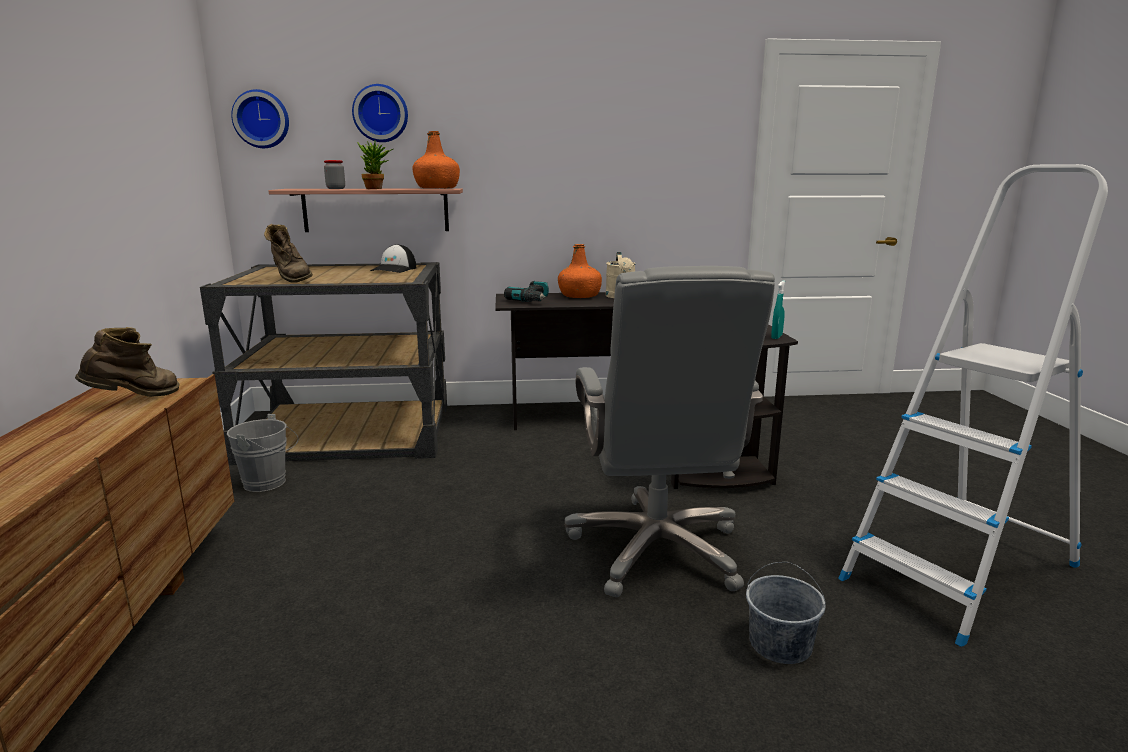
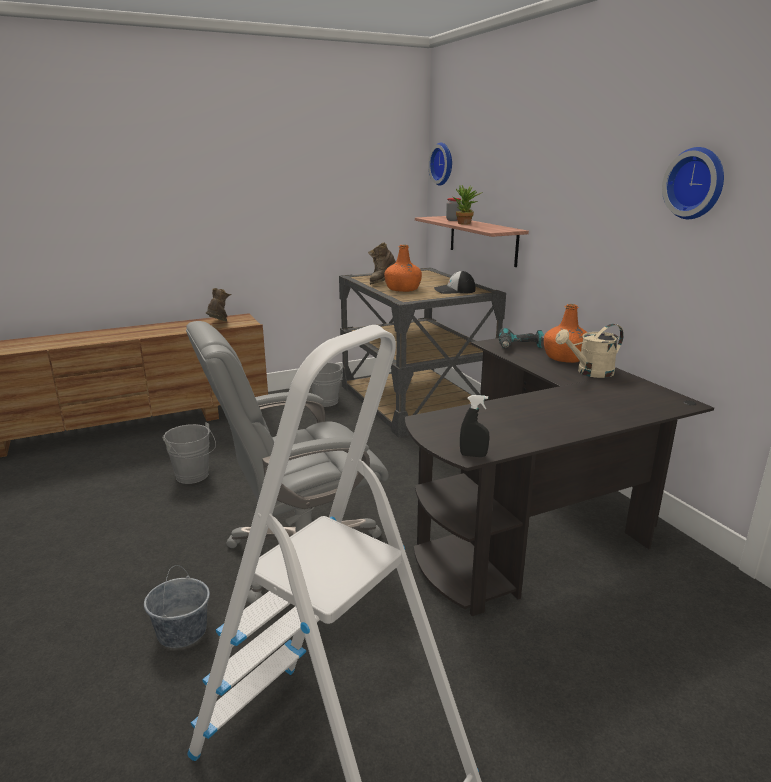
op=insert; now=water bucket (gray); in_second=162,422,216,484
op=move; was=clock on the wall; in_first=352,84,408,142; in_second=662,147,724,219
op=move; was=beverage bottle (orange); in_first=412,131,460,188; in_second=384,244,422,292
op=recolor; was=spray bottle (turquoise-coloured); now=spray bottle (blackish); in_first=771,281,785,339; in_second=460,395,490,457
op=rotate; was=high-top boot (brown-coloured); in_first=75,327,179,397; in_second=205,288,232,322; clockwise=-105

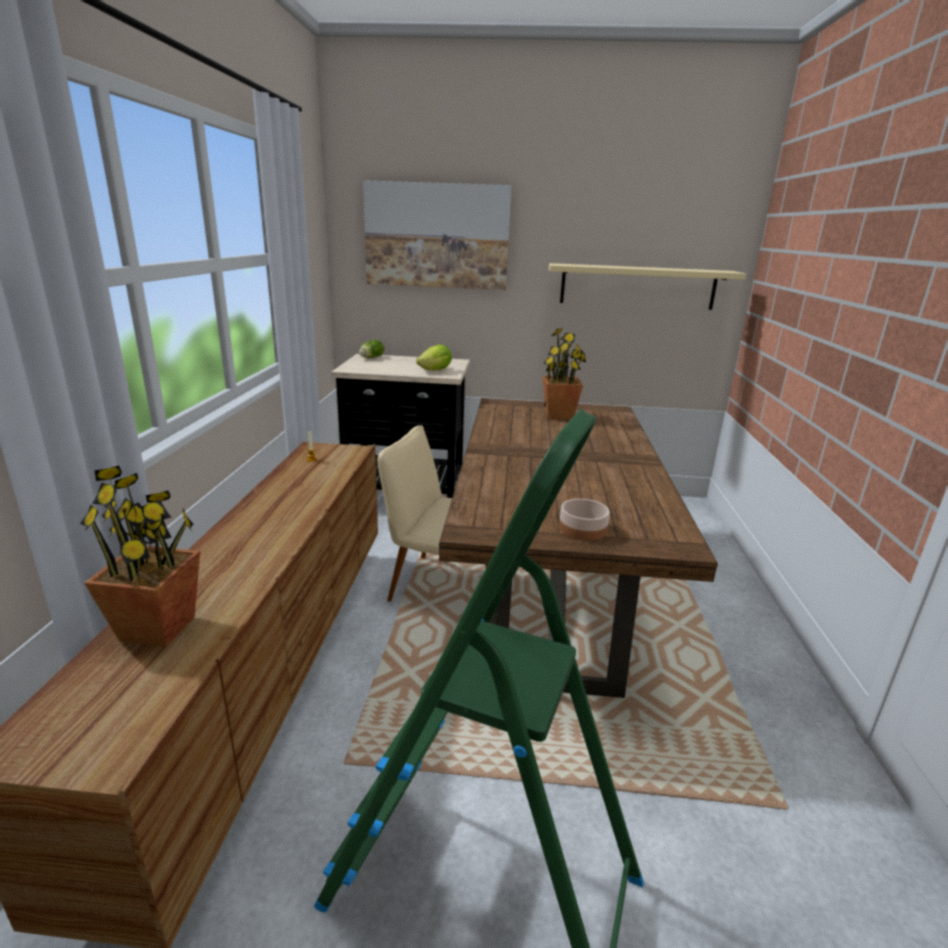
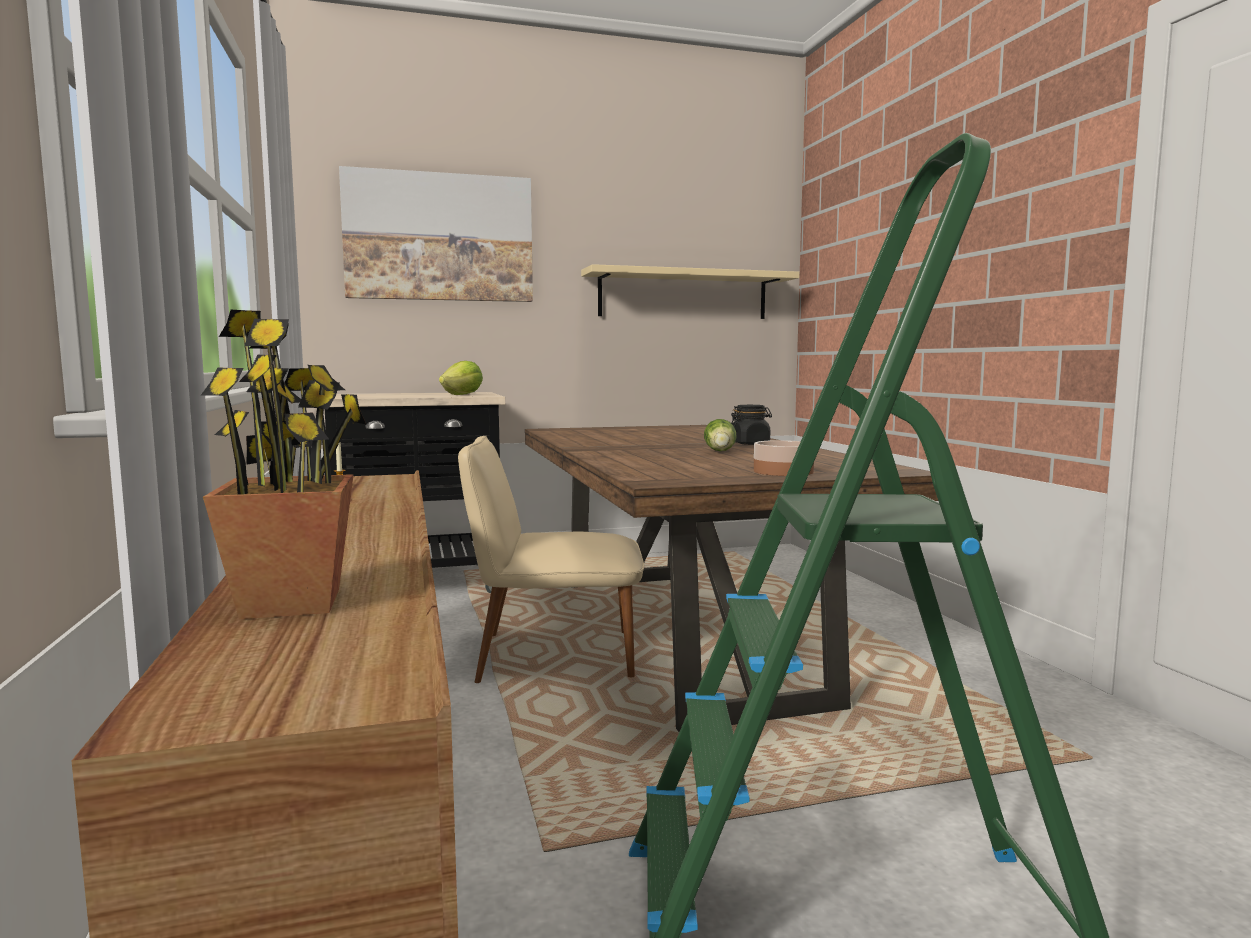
op=delete; was=potted plant; in_first=542,328,586,419
op=insert; now=storage jar (blackish); in_second=731,405,772,445
op=move; was=head of lettuce; in_first=359,340,384,358; in_second=704,419,737,451

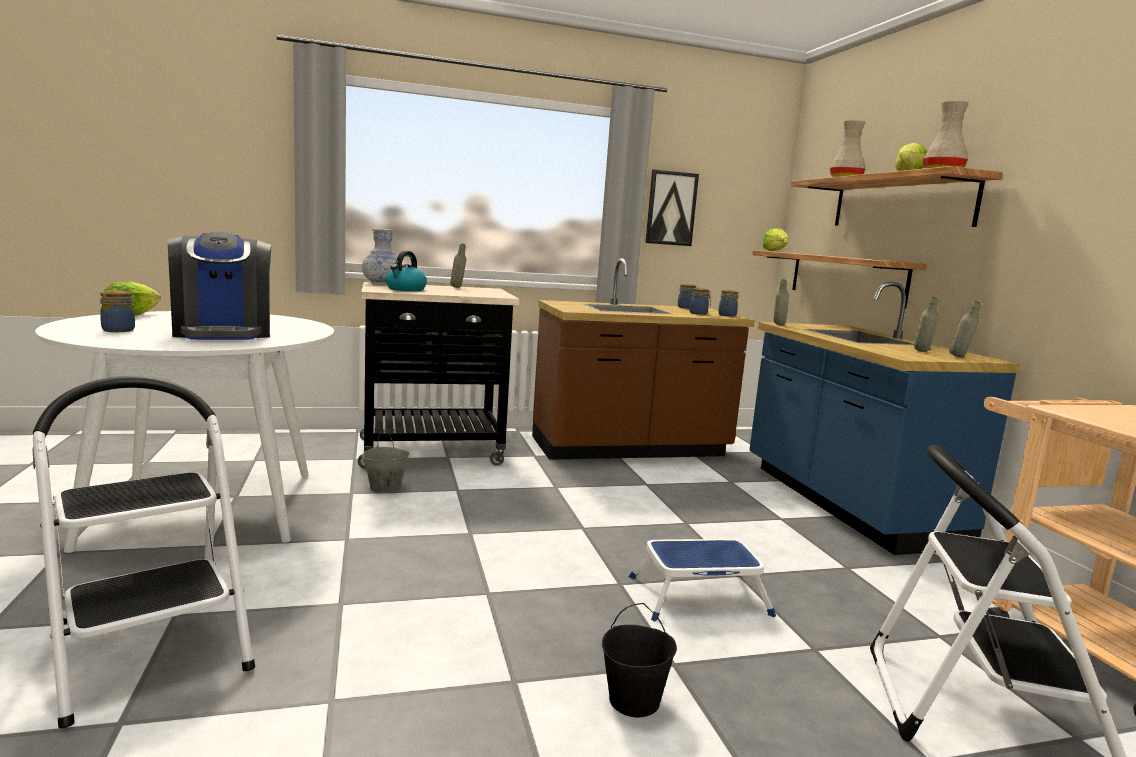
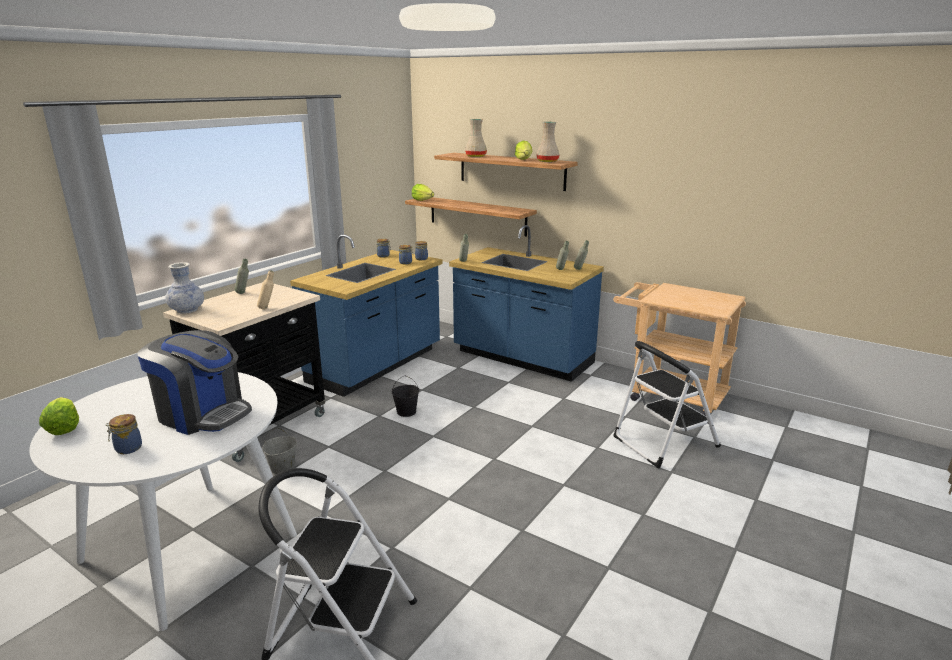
op=delete; was=tea kettle; in_first=386,251,427,291
op=delete; was=step stool (blue-coloured); in_first=628,539,776,621
op=delete; was=picture; in_first=645,170,699,246
op=insert; now=beverage bottle (sand-coloured); in_second=257,270,274,309
op=move; was=water bucket (blackish); in_first=602,603,677,718; in_second=392,376,419,417
op=recolor; was=kitchen base unit (brown-coloured); now=kitchen base unit (blue-coloured); in_first=532,258,755,460; in_second=290,234,442,397

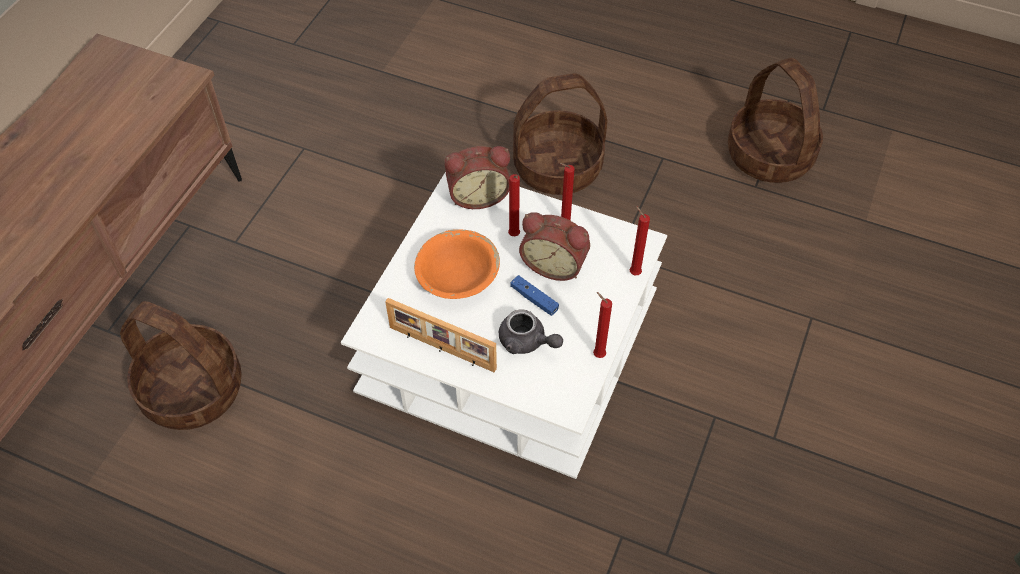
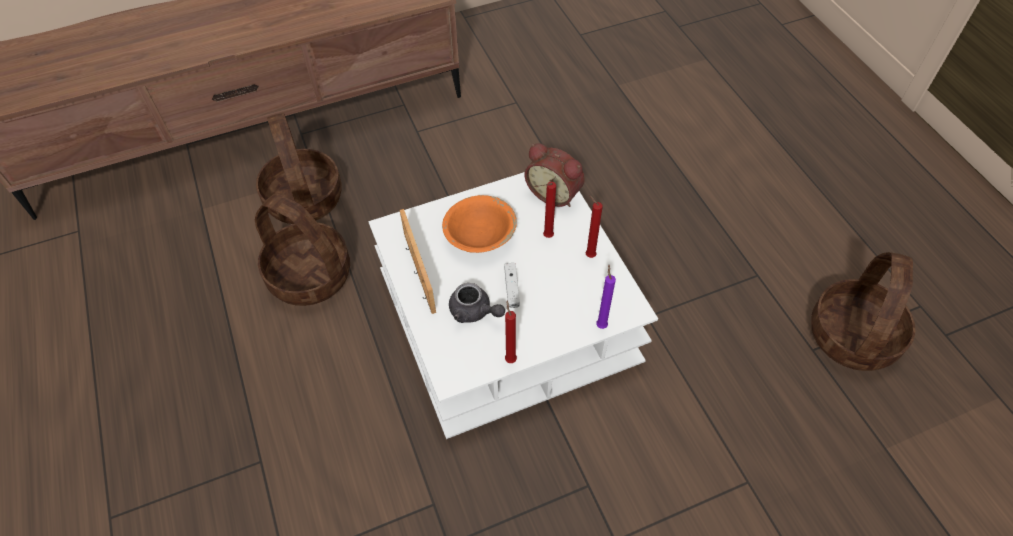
op=delete; was=bedside clock; in_first=519,212,590,281
op=move; was=basket; in_first=513,73,608,195; in_second=255,193,350,306
op=recolor; was=joypad (blue-coloured); now=joypad (white-coloured); in_first=510,275,559,316; in_second=504,263,520,308
op=recolor; was=candle (red-coloured); now=candle (purplish); in_first=630,206,650,275; in_second=596,265,616,329
op=rotate; was=tea pot (gray); in_first=499,309,563,354; in_second=449,283,505,323; clockwise=-45

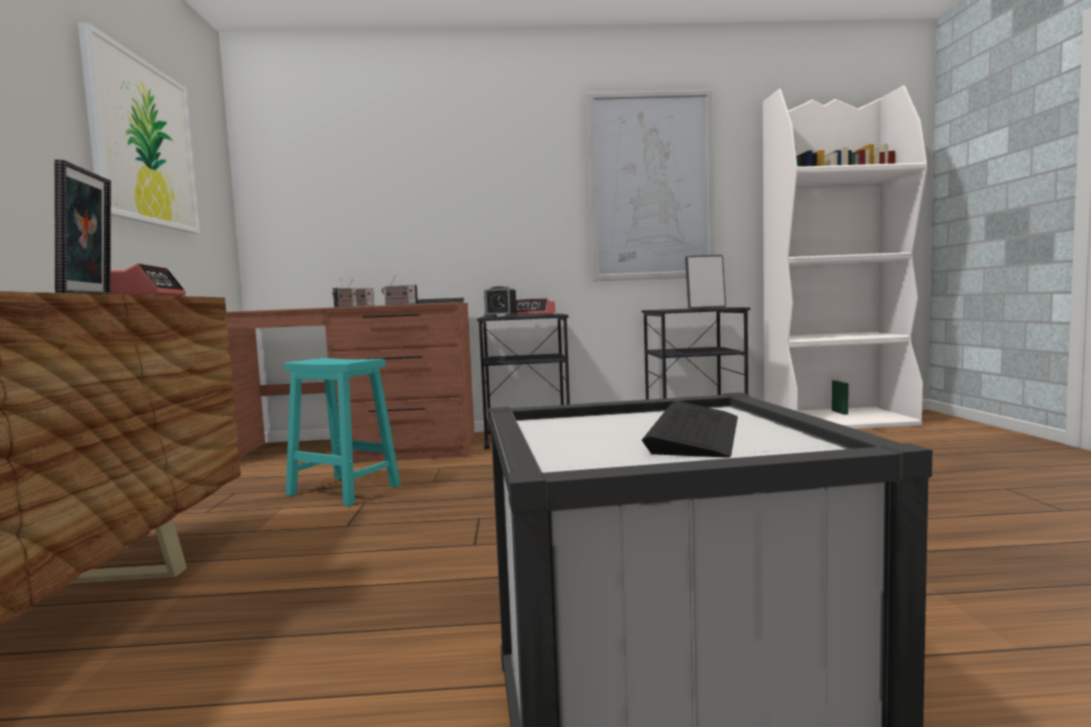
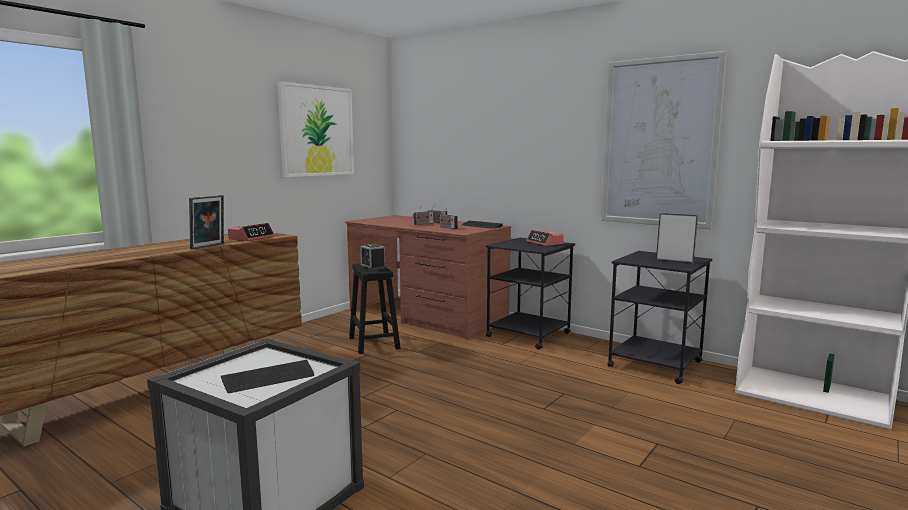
op=move; was=bedside clock; in_first=484,286,518,317; in_second=360,244,386,270
op=recolor; was=stool (turquoise-coloured); now=stool (blackish); in_first=284,358,401,506; in_second=349,264,401,354

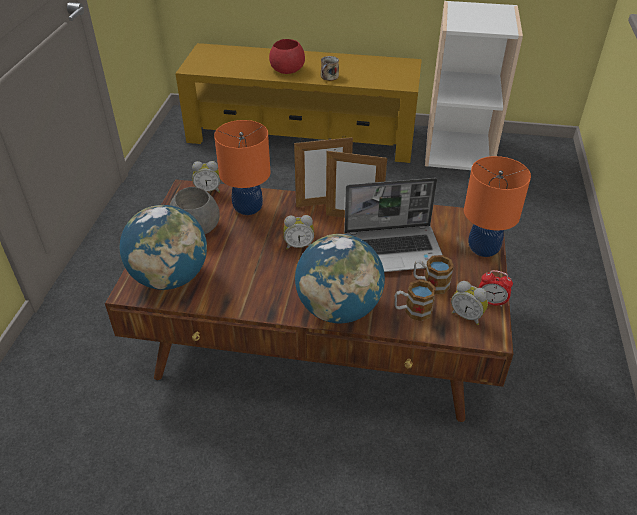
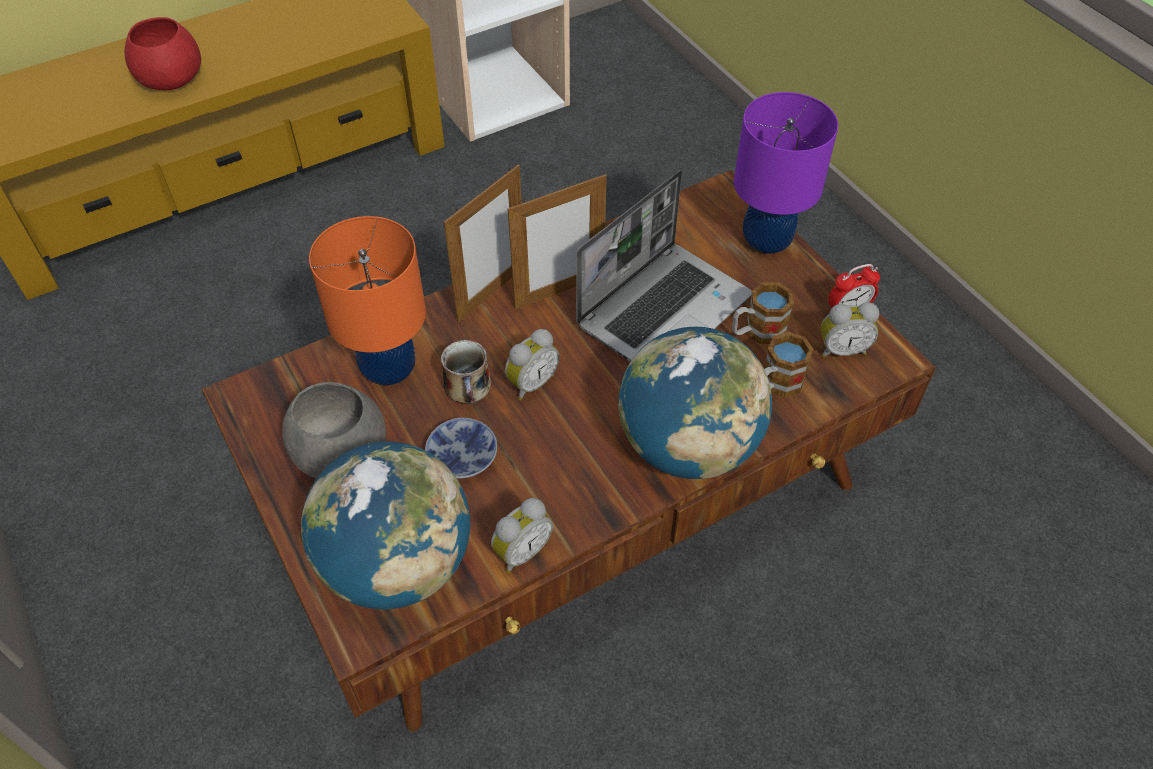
op=insert; now=serving bowl; in_second=425,418,497,479
op=move; was=bedside clock; in_first=192,161,220,193; in_second=491,498,553,573
op=move; was=coffee mug; in_first=320,56,339,81; in_second=441,340,491,404
op=recolor; was=lamp for a table (orange); now=lamp for a table (purplish); in_first=464,156,531,257; in_second=734,92,838,254

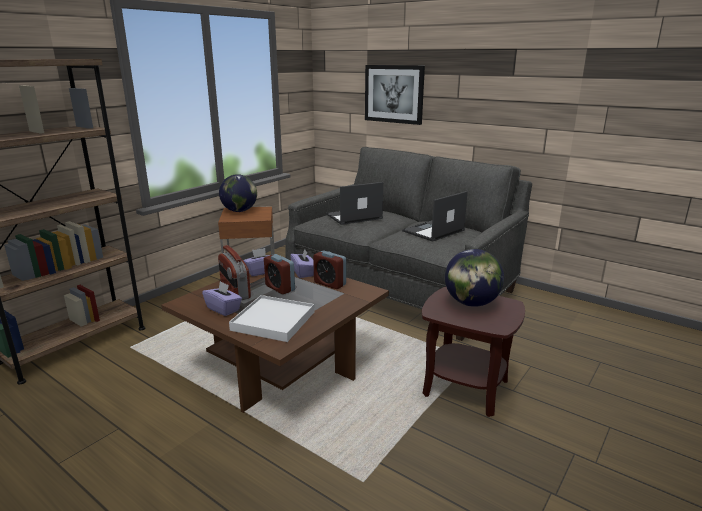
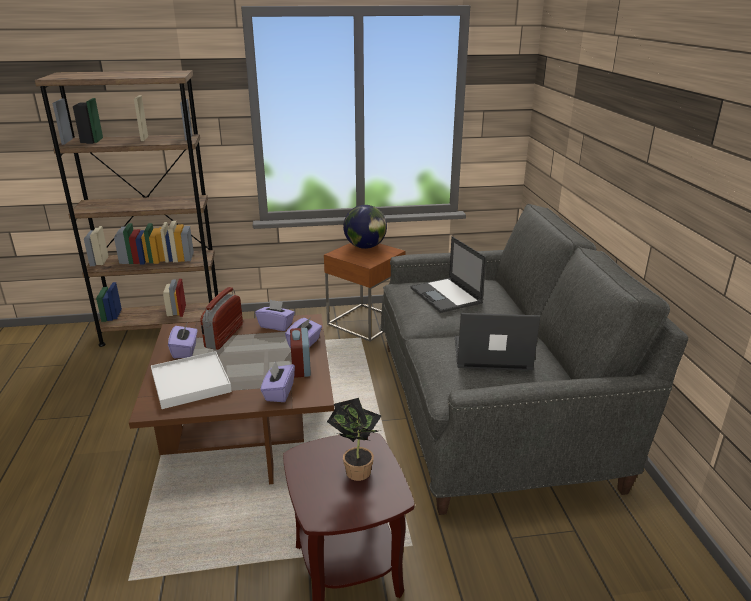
op=delete; was=bedside clock; in_first=264,254,295,294
op=delete; was=picture; in_first=365,65,425,125
op=insert; now=tissue holder (purplish); in_second=260,361,295,402
op=replace; was=world globe; now=potted plant; in_first=445,249,504,307; in_second=327,398,381,481
op=rotate; was=laptop; in_first=326,182,383,225; in_second=410,236,486,313; clockwise=-135

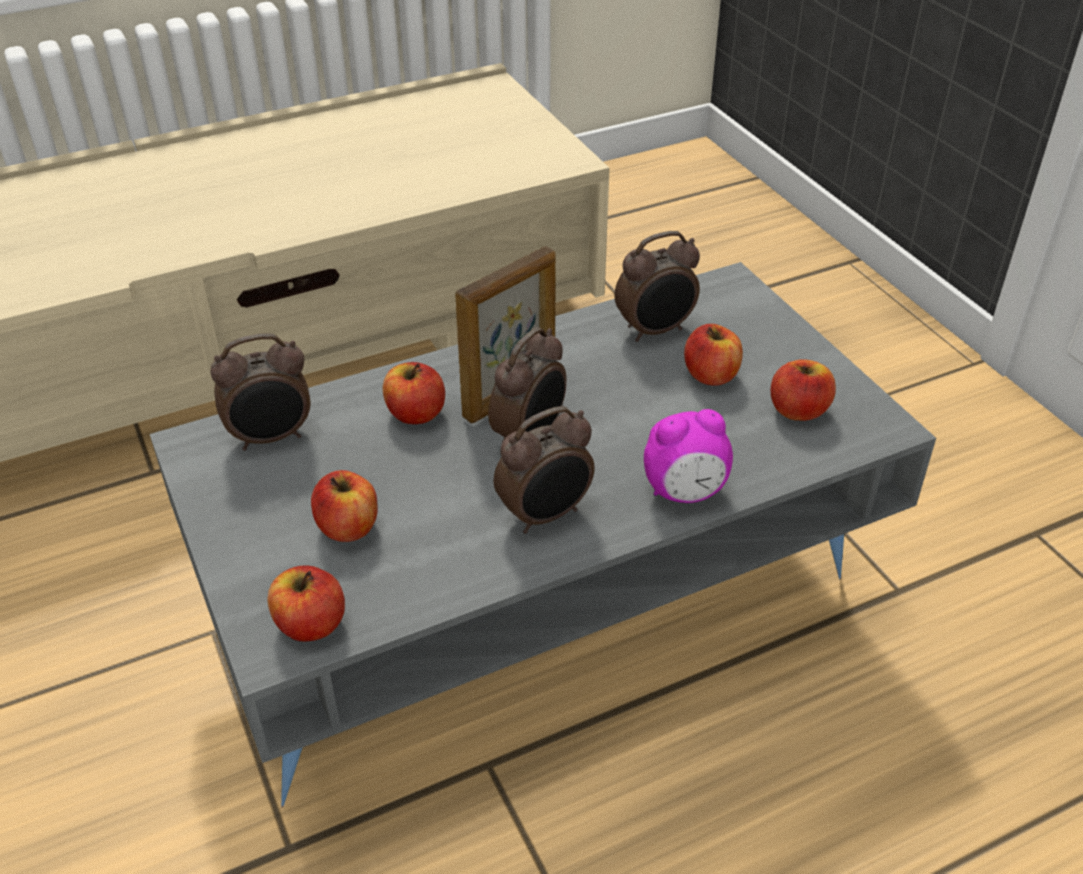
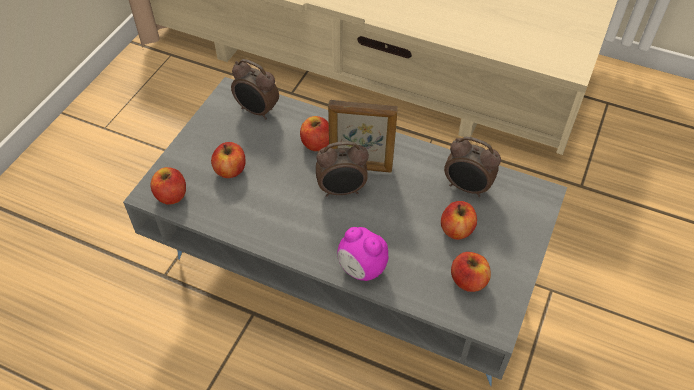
op=delete; was=bedside clock; in_first=494,406,595,534

